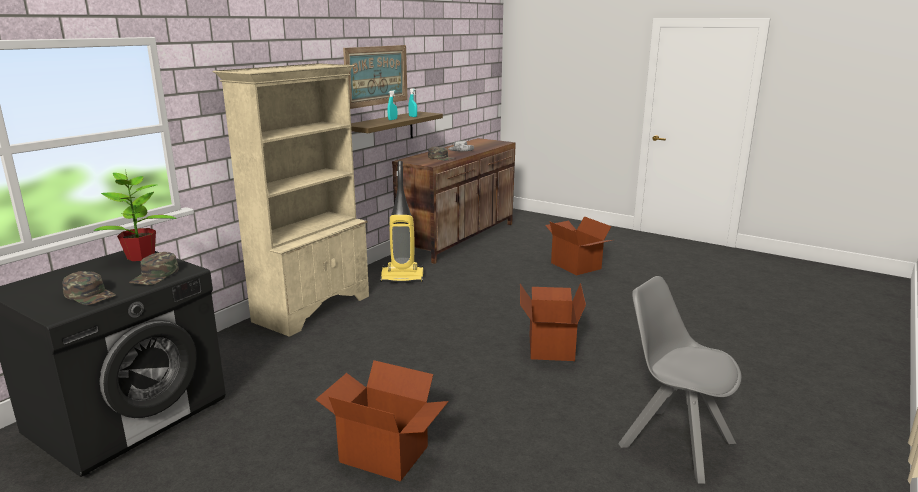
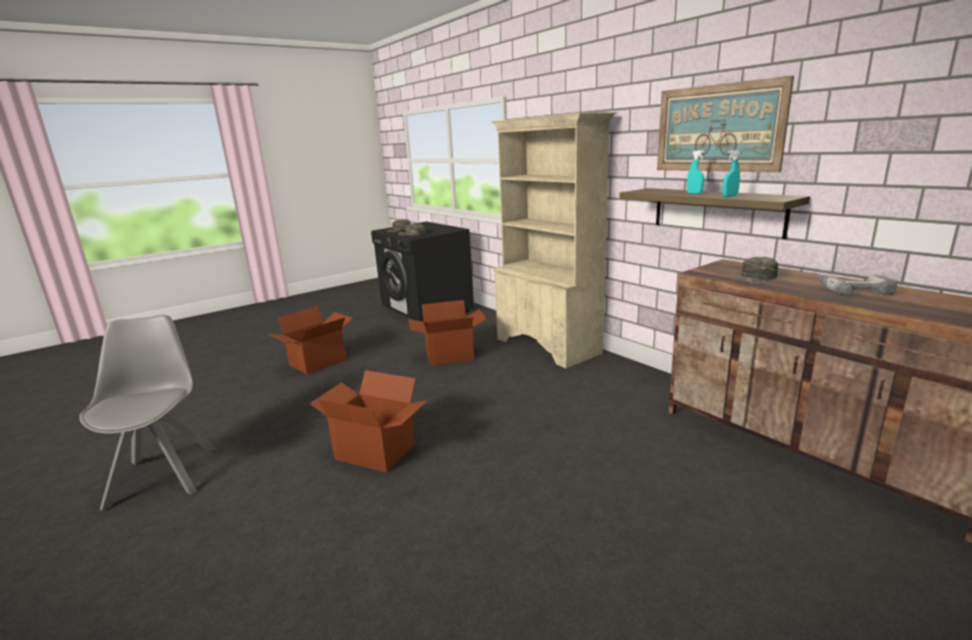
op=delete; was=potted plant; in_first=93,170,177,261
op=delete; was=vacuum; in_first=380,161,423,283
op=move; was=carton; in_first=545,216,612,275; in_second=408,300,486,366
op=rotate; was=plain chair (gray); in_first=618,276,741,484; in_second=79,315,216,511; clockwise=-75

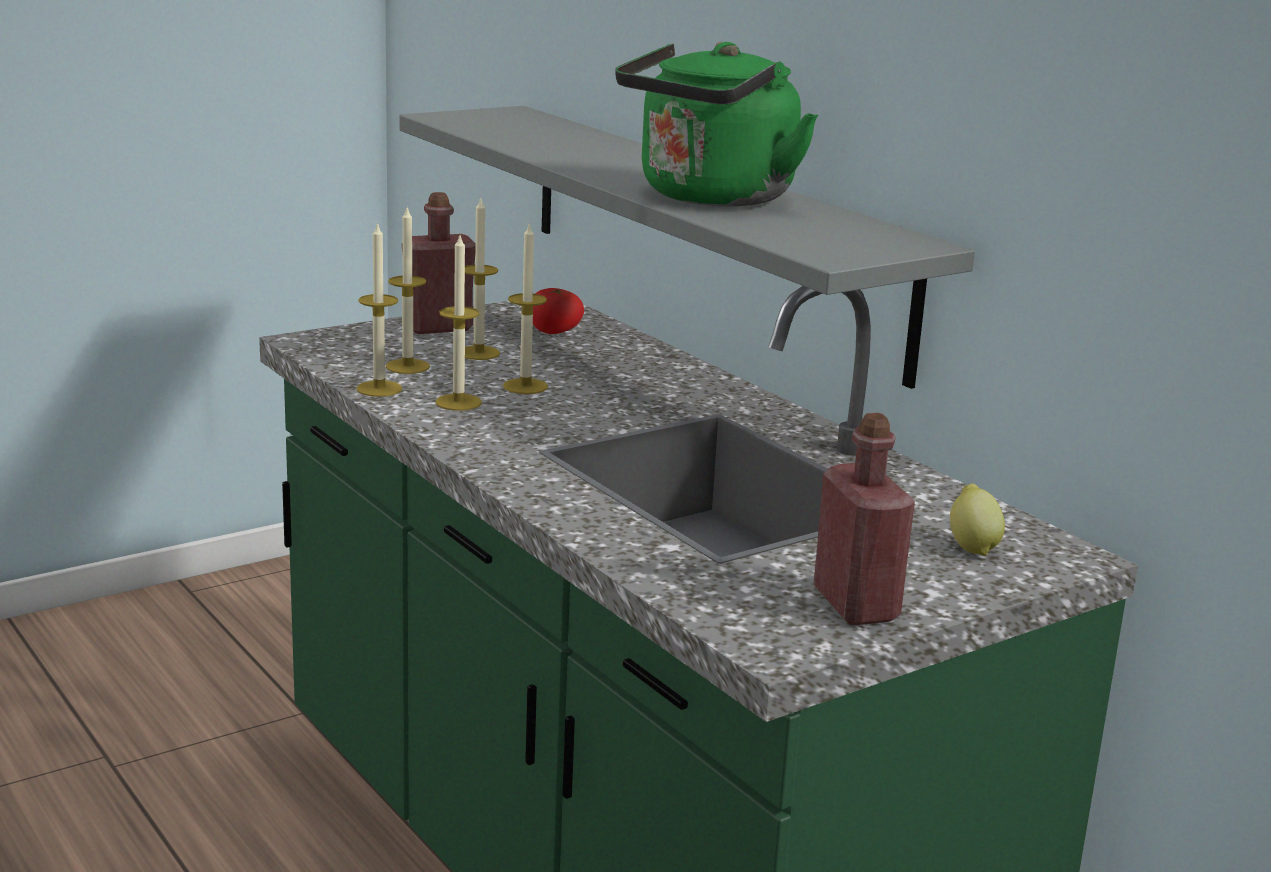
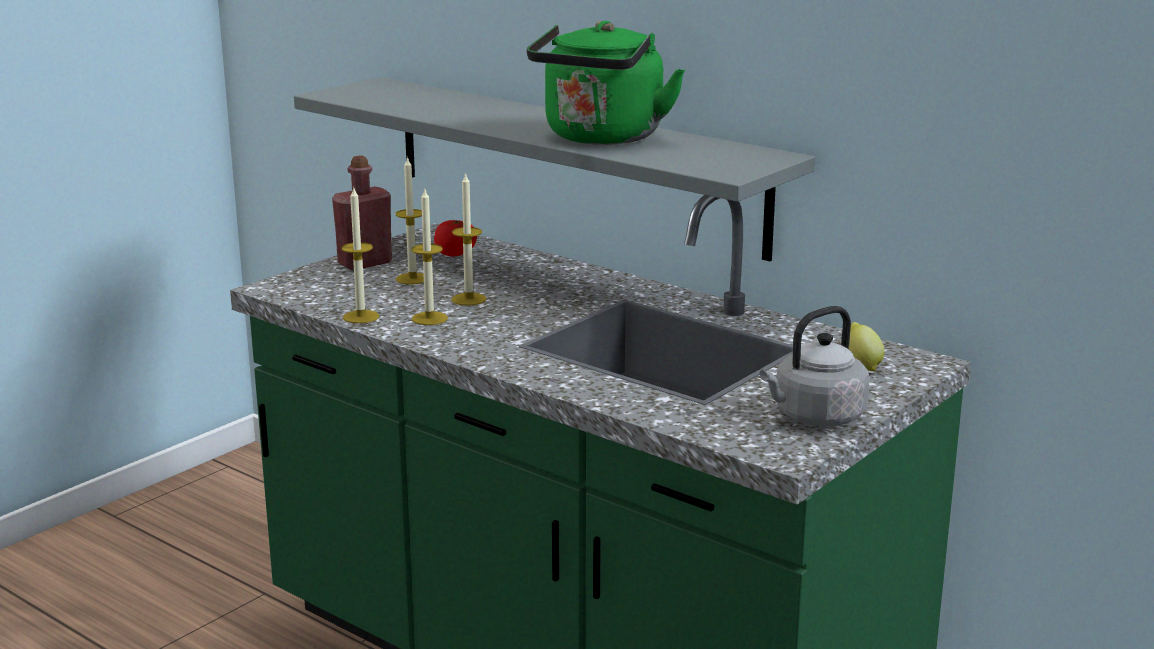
op=delete; was=candle; in_first=386,208,430,374
op=replace; was=beverage bottle (red-coloured); now=tea kettle (gray); in_first=813,413,915,625; in_second=760,306,869,427

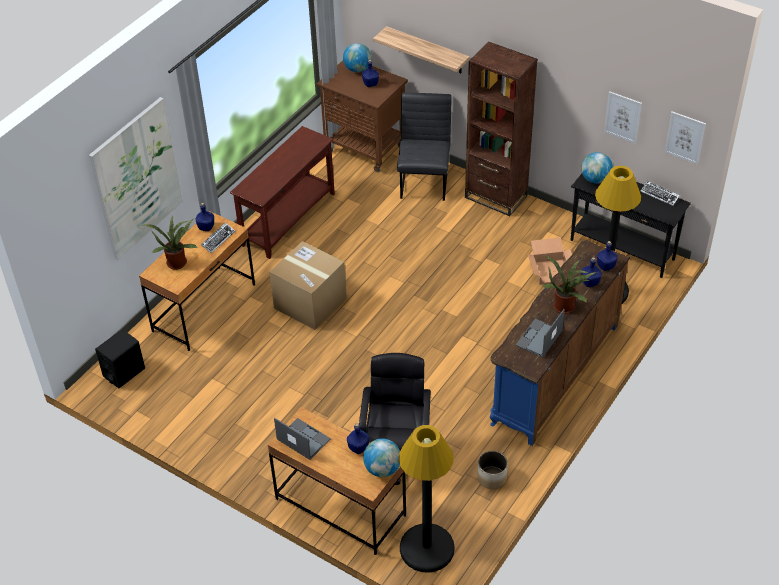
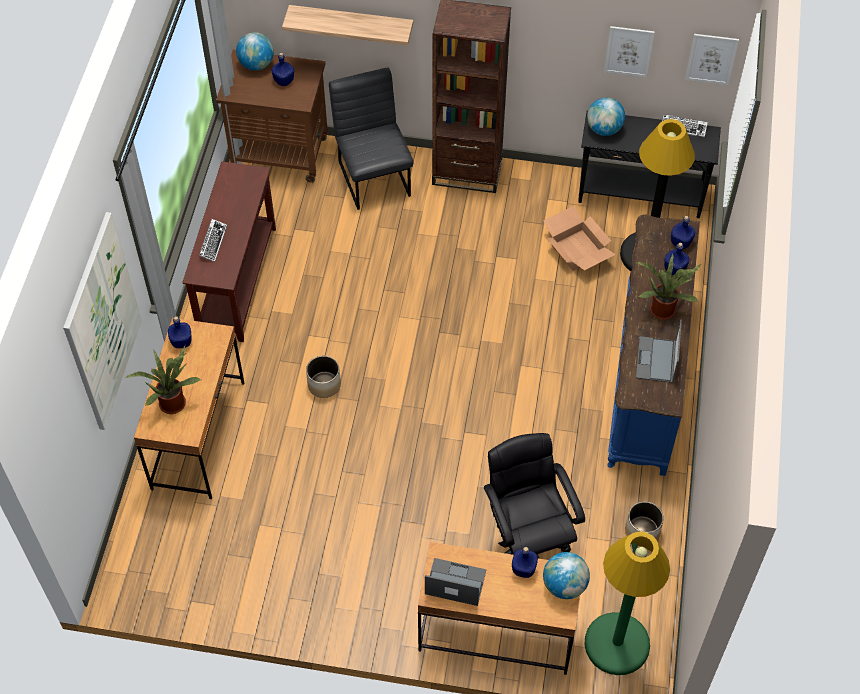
op=delete; was=audio speaker (blackish); in_first=95,329,145,389
op=move; was=keyboard; in_first=201,223,235,253; in_second=199,219,227,262
op=replace; was=carton; now=planter; in_first=269,241,347,330; in_second=306,356,341,398
op=recolor; was=standard lamp (blackish); now=standard lamp (greenish); in_first=399,425,455,573; in_second=584,532,670,675

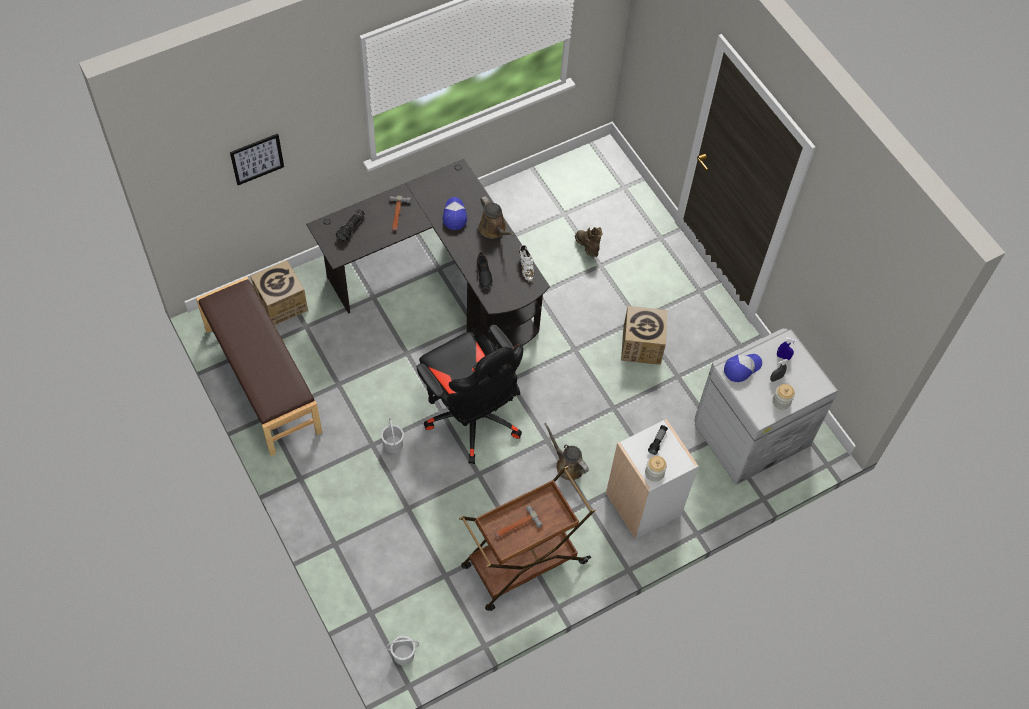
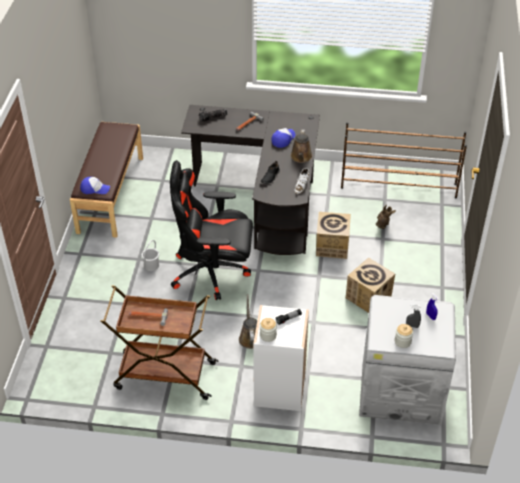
op=delete; was=picture; in_first=230,134,284,185
op=delete; was=water bucket (white-coloured); in_first=386,636,419,665
op=insert; now=shoe stand (brown-coloured); in_second=341,122,467,198
op=move; was=carton; in_first=250,260,308,325; in_second=316,212,351,259
op=move; was=baseball cap; in_first=724,354,762,382; in_second=80,177,110,194
op=rotate; was=desk chair (blackish); in_first=416,325,523,464; in_second=170,160,253,300; clockwise=90

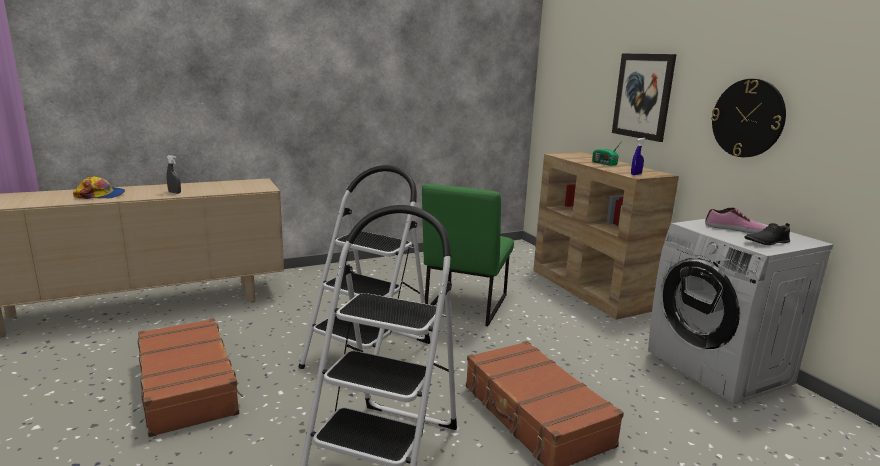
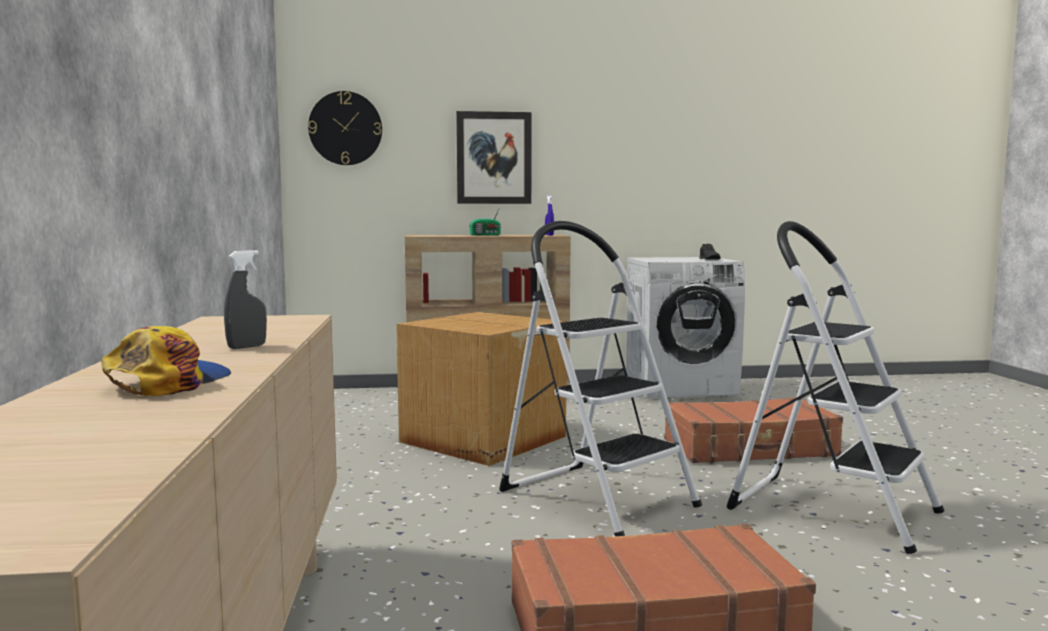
op=delete; was=shoe; in_first=705,207,766,234
op=move; was=clock on the wall; in_first=711,79,786,157; in_second=308,91,382,165
op=replace; was=plain chair (greenish); now=carton; in_first=422,184,514,326; in_second=396,312,567,466

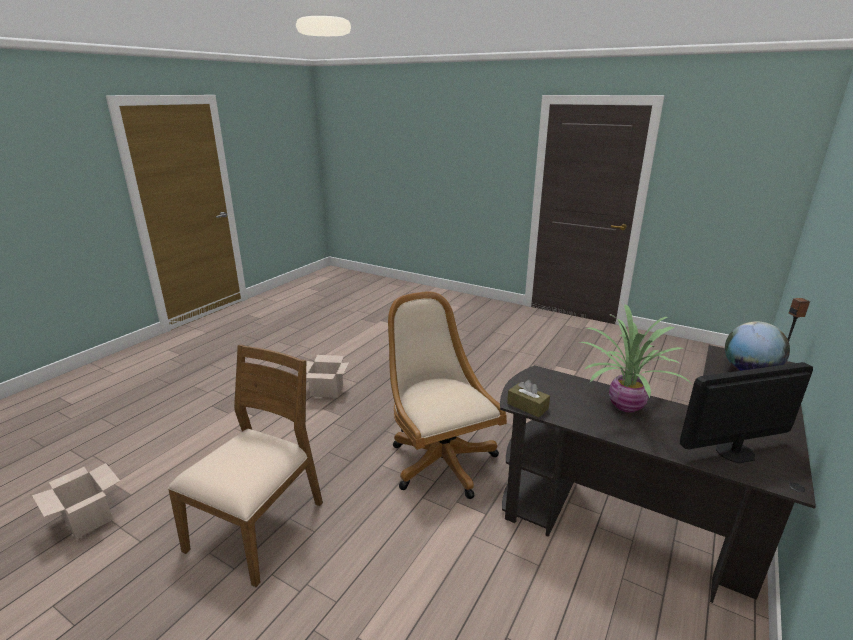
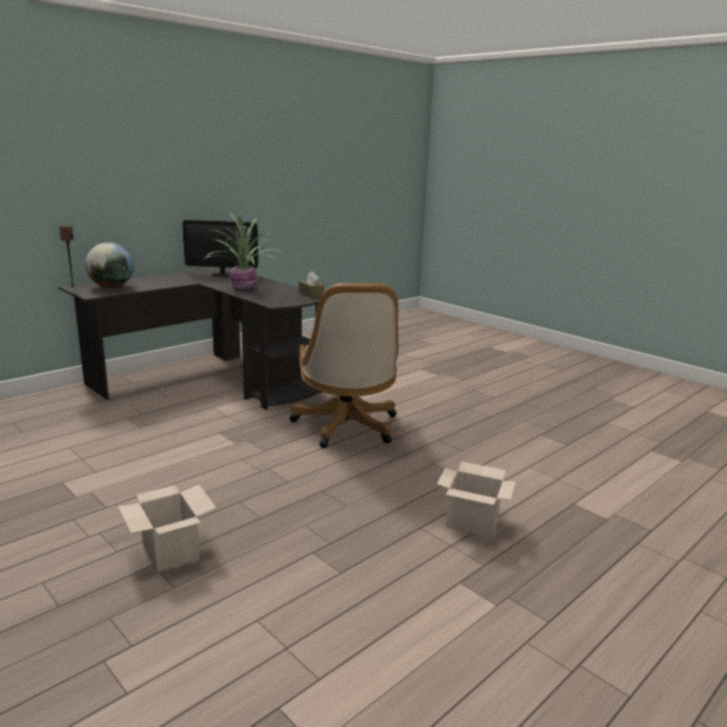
op=delete; was=plain chair (brown-coloured); in_first=168,345,323,587
op=move; was=carton; in_first=32,463,120,539; in_second=118,485,216,572

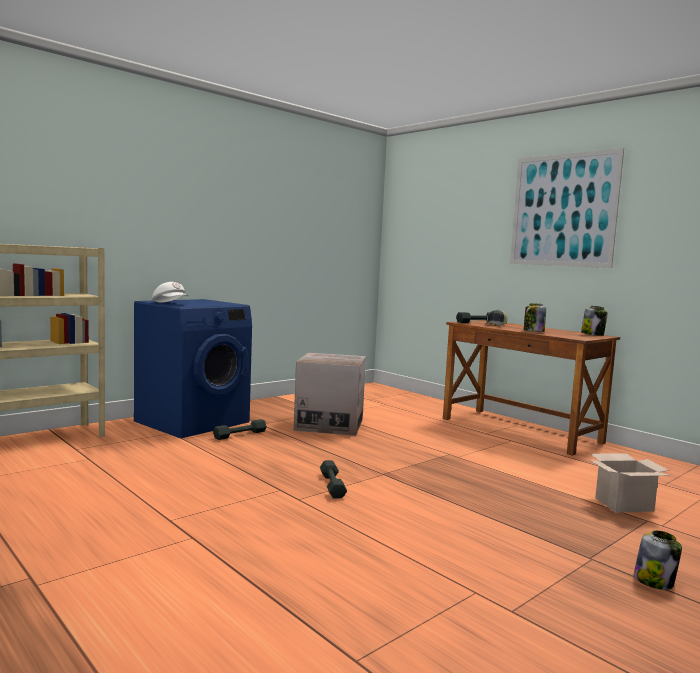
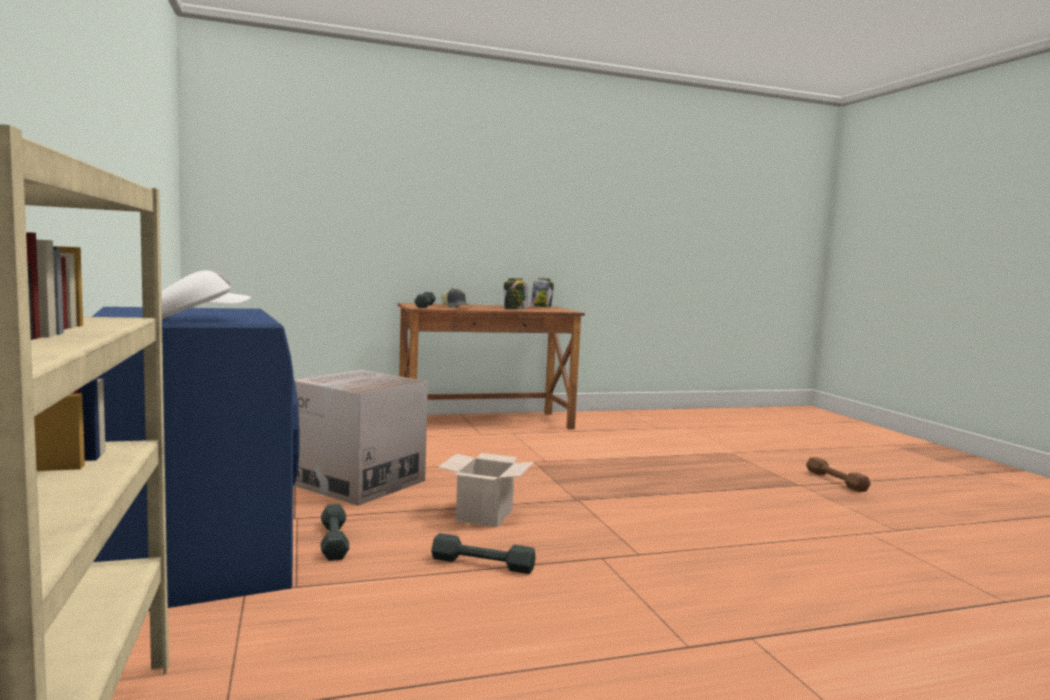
op=delete; was=picture; in_first=510,148,624,268
op=move; was=free weight (gray); in_first=320,460,347,499; in_second=431,533,536,574
op=move; was=carton; in_first=590,453,671,513; in_second=438,453,534,527
op=replace; was=storage jar; now=free weight (brown-coloured); in_first=634,530,682,590; in_second=806,457,871,492

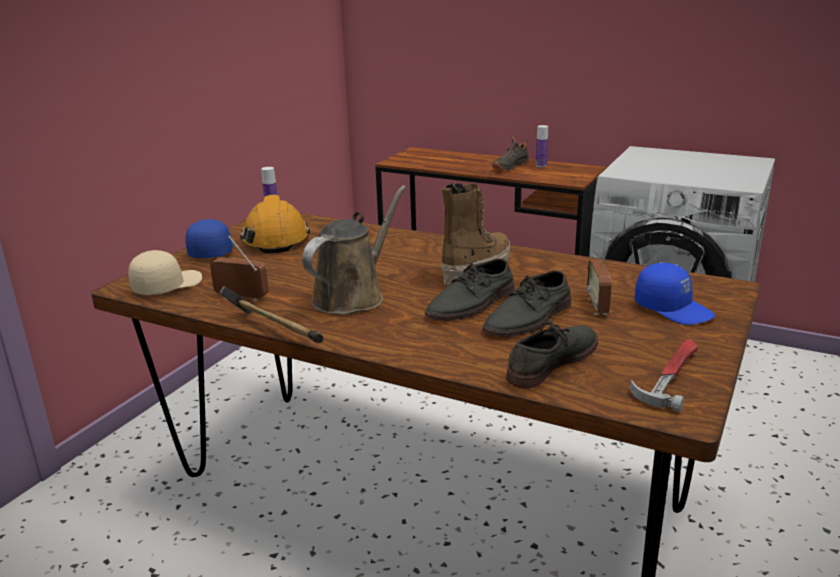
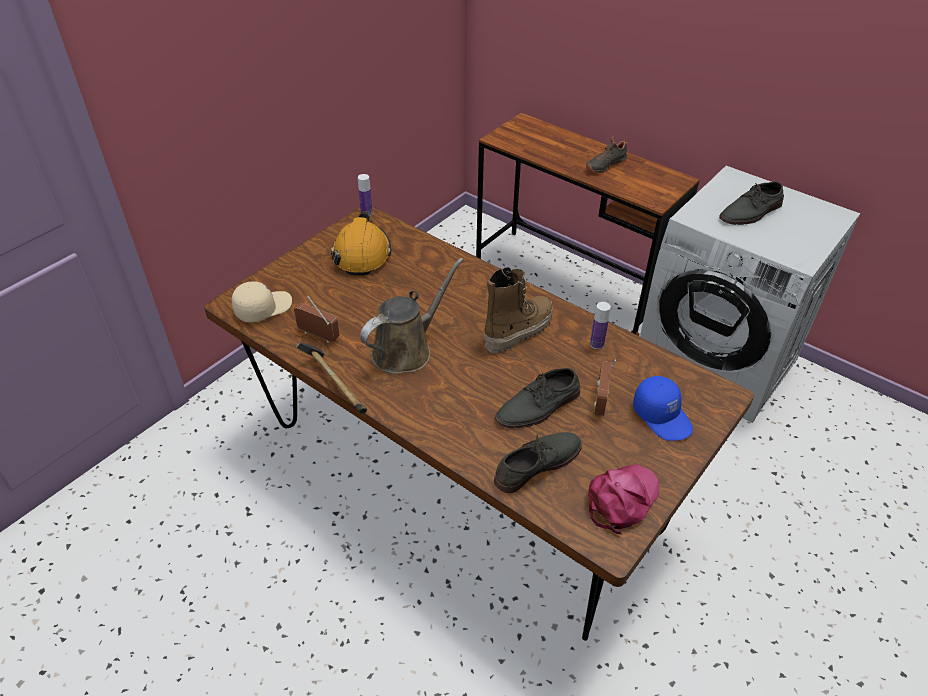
op=delete; was=baseball cap (blue-coloured); in_first=185,219,234,258
op=move; was=shoe (gray); in_first=425,258,515,321; in_second=719,182,784,225
op=move; was=beverage bottle; in_first=536,125,548,167; in_second=590,302,611,349
op=replace; was=hand hammer; now=baseball cap (pink); in_first=630,339,698,412; in_second=588,464,659,534

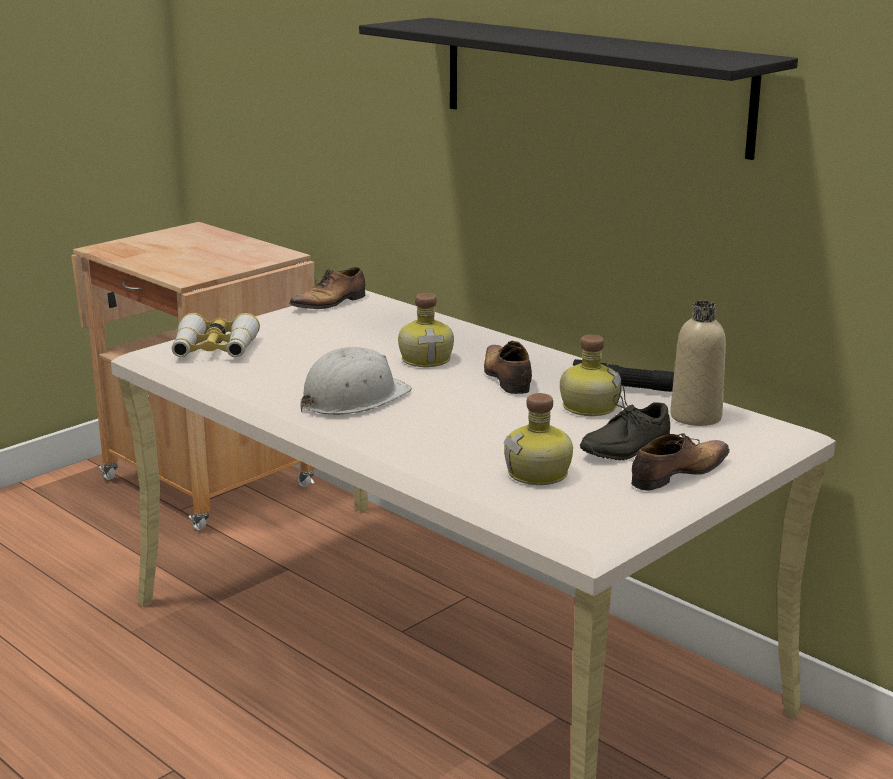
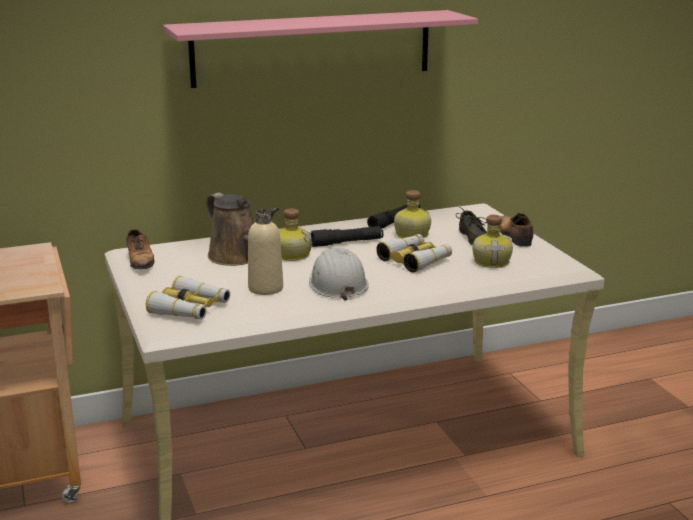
op=insert; now=watering pot (brown-coloured); in_second=206,193,280,266
op=insert; now=field glasses; in_second=376,234,452,273
op=move; was=beverage bottle (sand-coloured); in_first=670,301,726,426; in_second=248,209,283,295
op=replace; was=shoe; now=flashlight (blackish); in_first=484,341,532,394; in_second=310,226,383,247
op=recolor; was=bracket shelf (blackish); now=bracket shelf (pink); in_first=359,18,798,160; in_second=163,10,478,88

